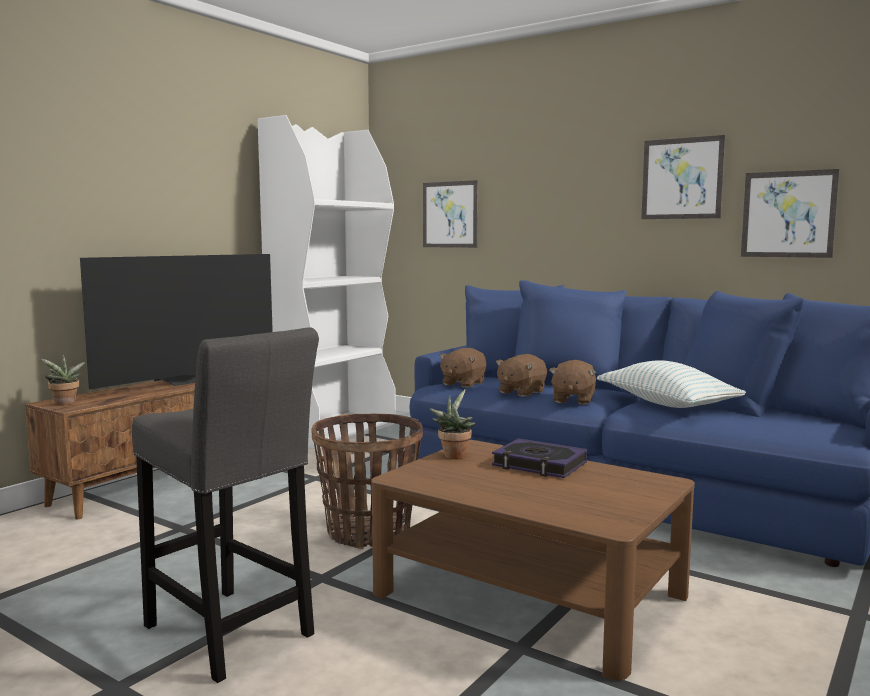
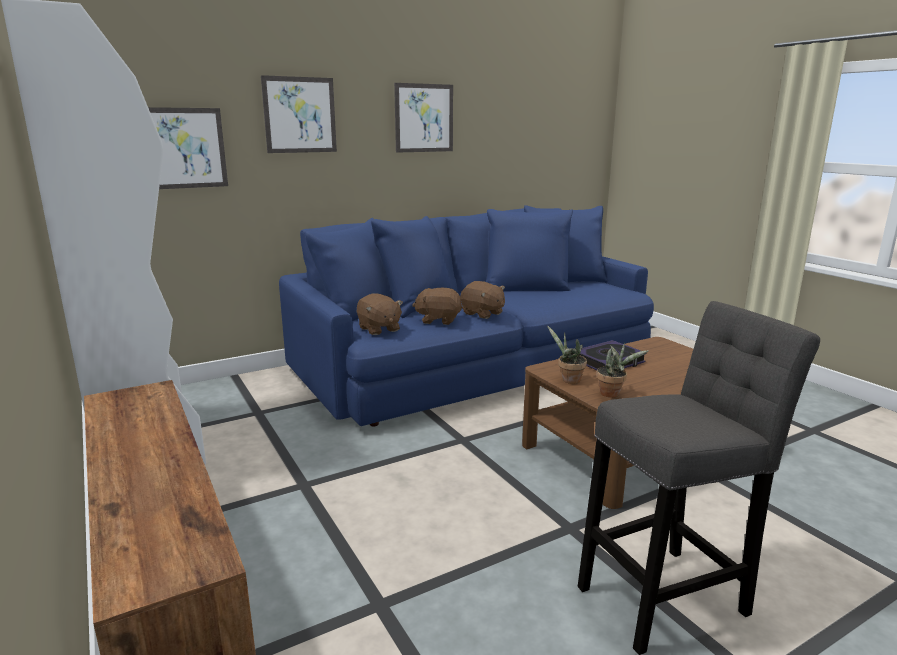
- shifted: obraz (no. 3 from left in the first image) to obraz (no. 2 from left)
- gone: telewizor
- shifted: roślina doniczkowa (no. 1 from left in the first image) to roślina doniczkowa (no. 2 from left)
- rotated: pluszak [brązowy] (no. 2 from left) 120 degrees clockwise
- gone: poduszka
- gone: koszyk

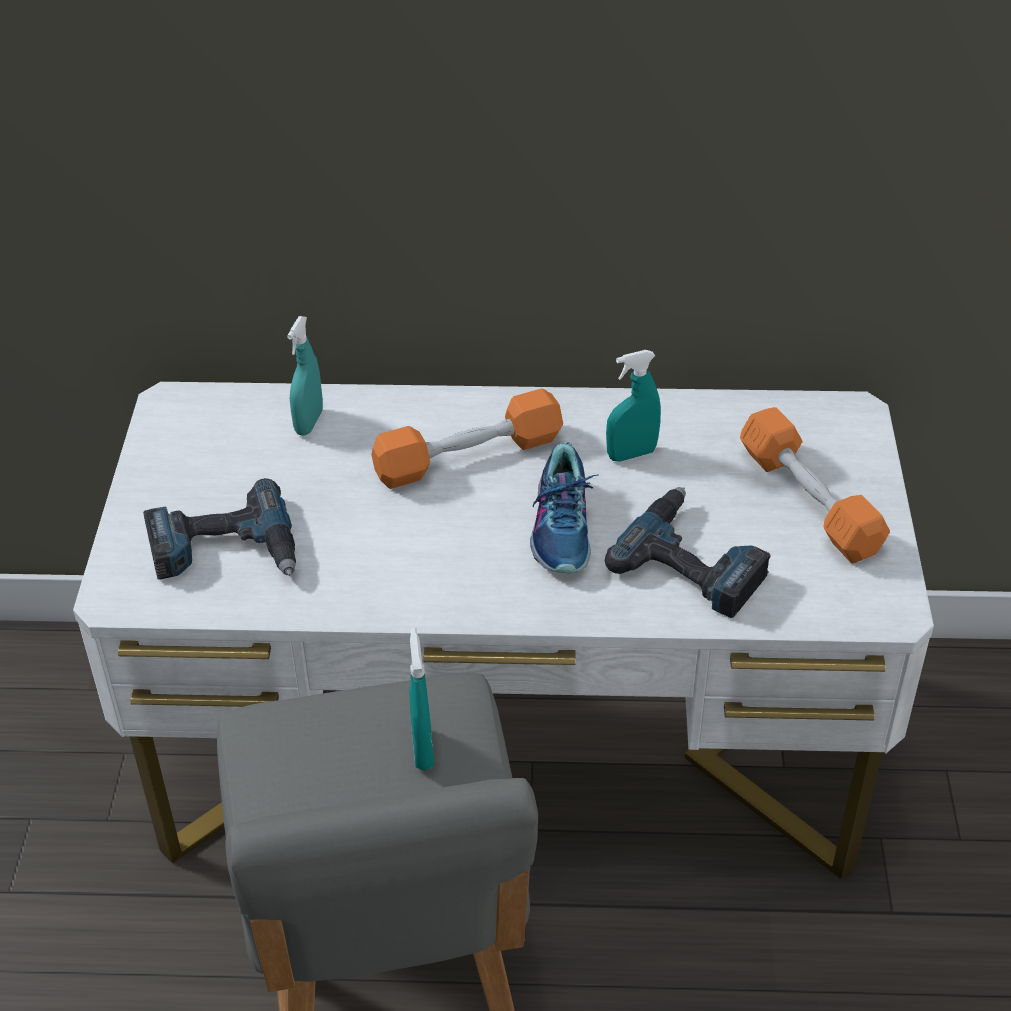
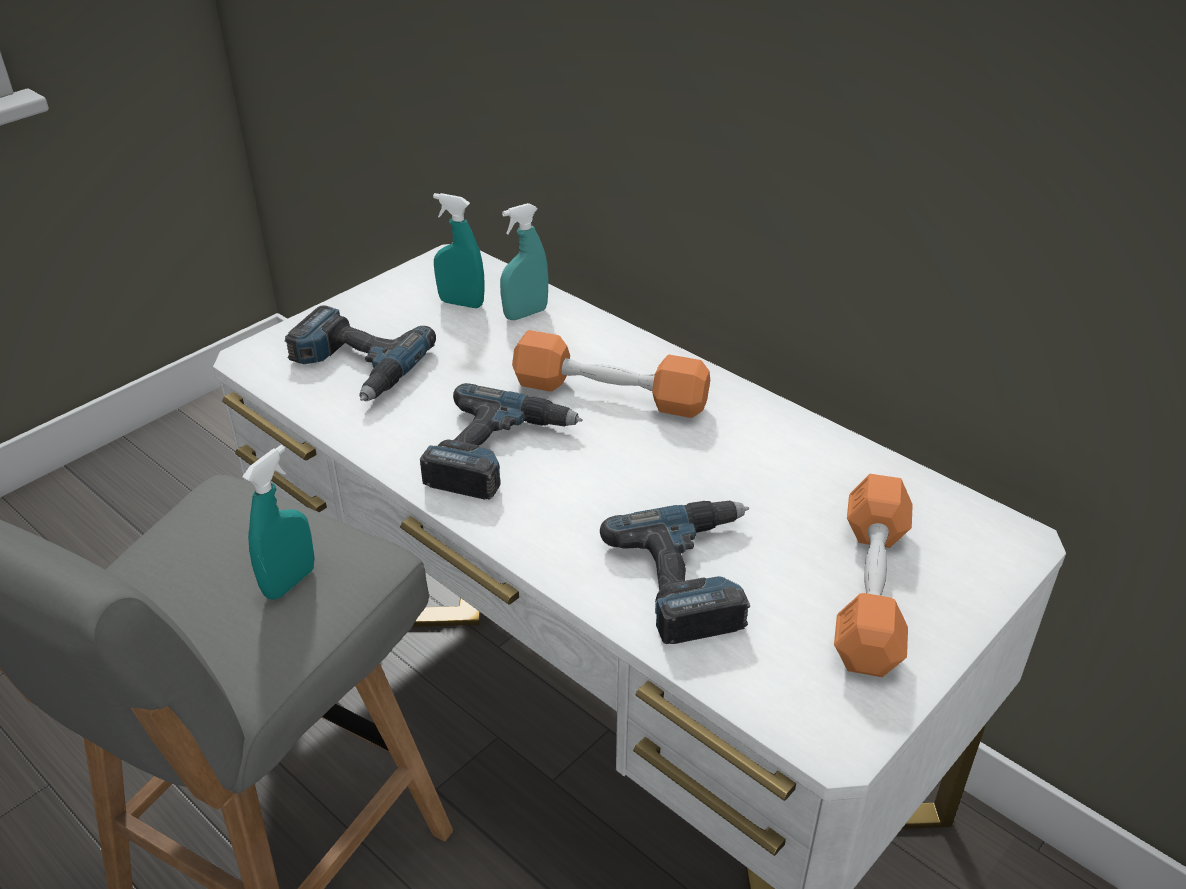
- shifted: spryskiwacz [turkusowy] (no. 3 from left in the first image) to spryskiwacz [turkusowy] (no. 2 from left)
- gone: but
- new: wiertarka (no. 2 from left)

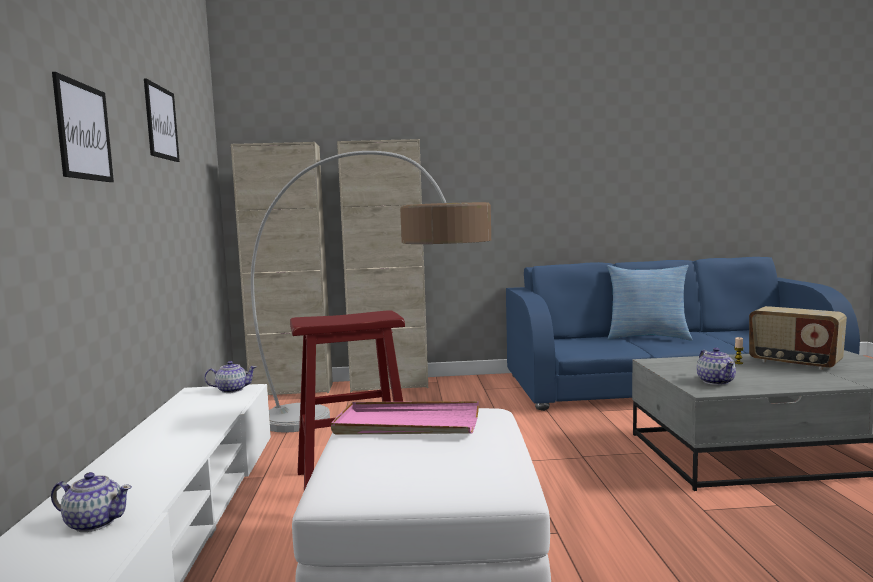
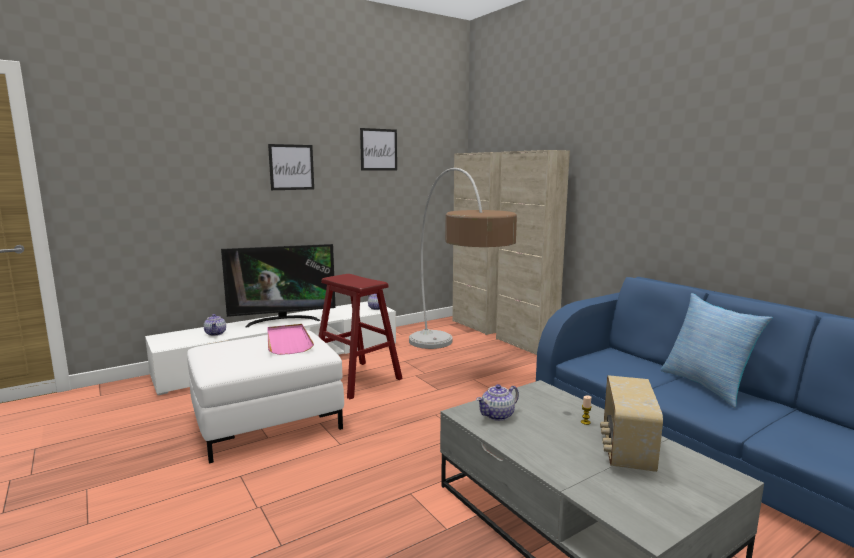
- new: telewizor

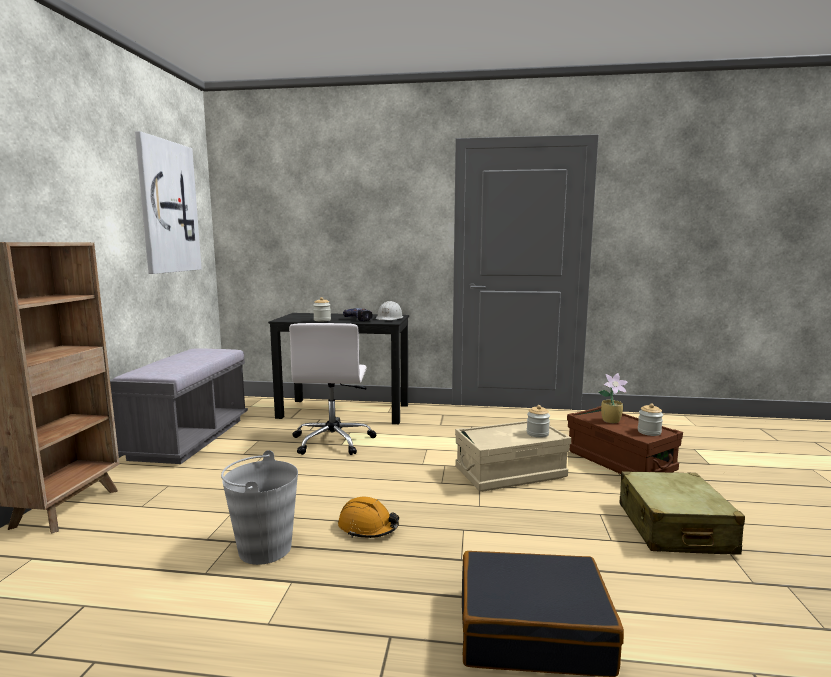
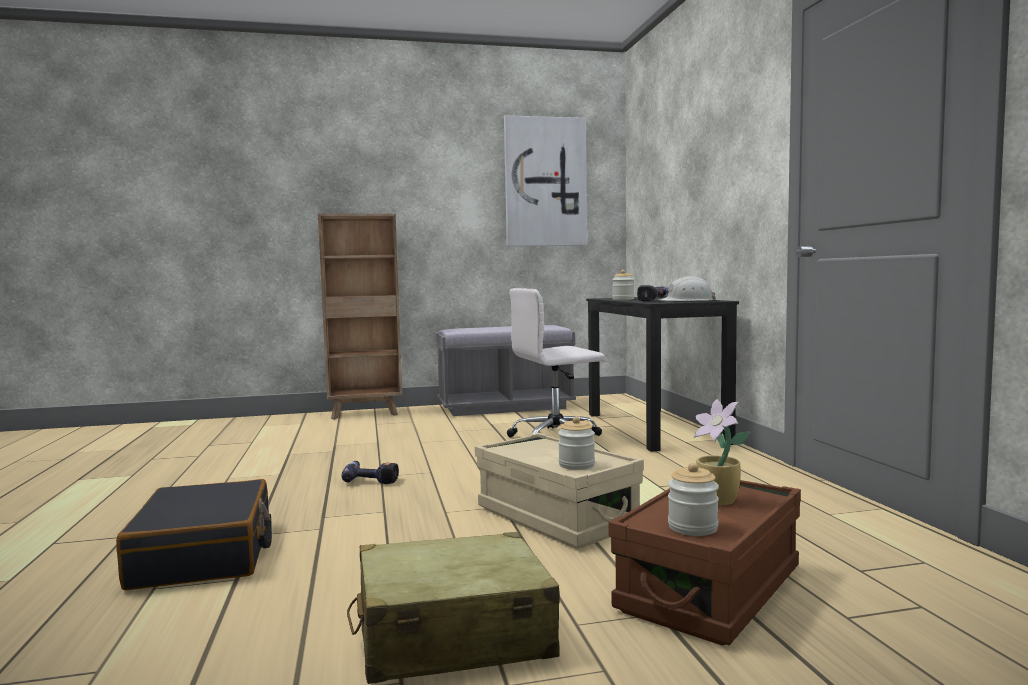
- gone: wiadro [szary]
- swapped: kask [pomarańczowy] to wiertarka (no. 1 from left)

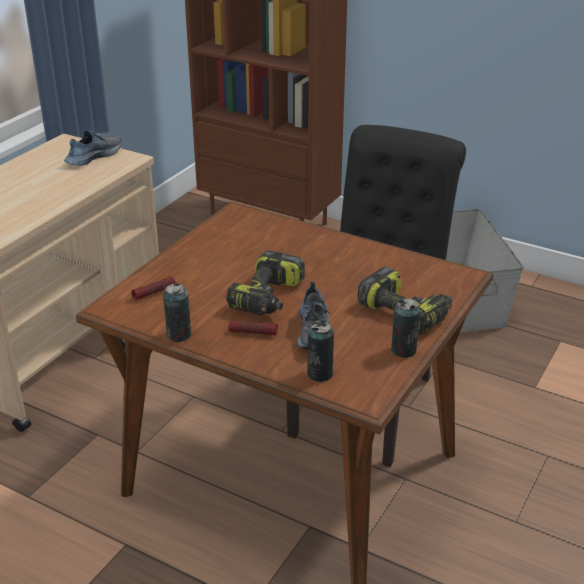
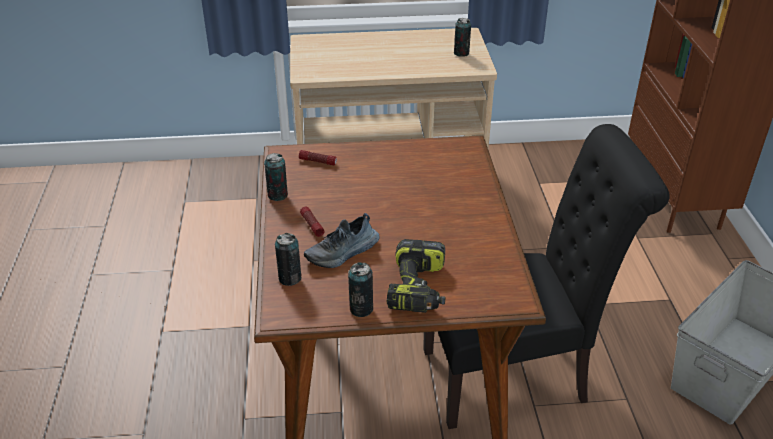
- swapped: but (no. 1 from left) to puszka (no. 4 from left)
- gone: wiertarka (no. 1 from left)

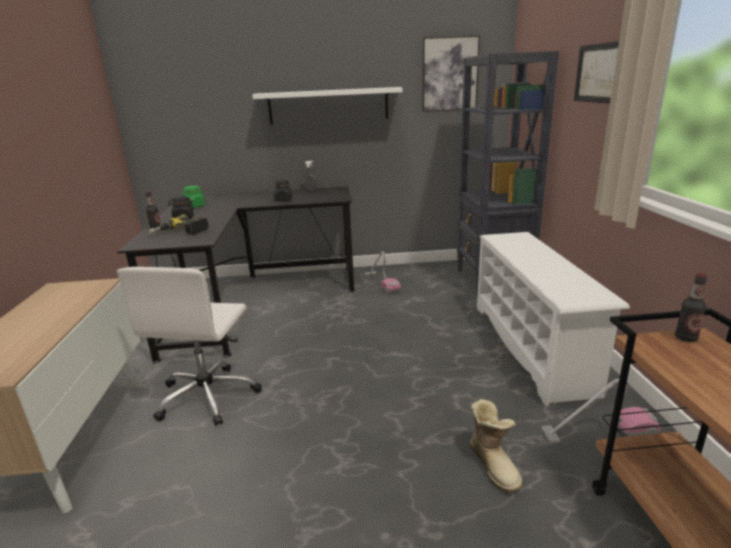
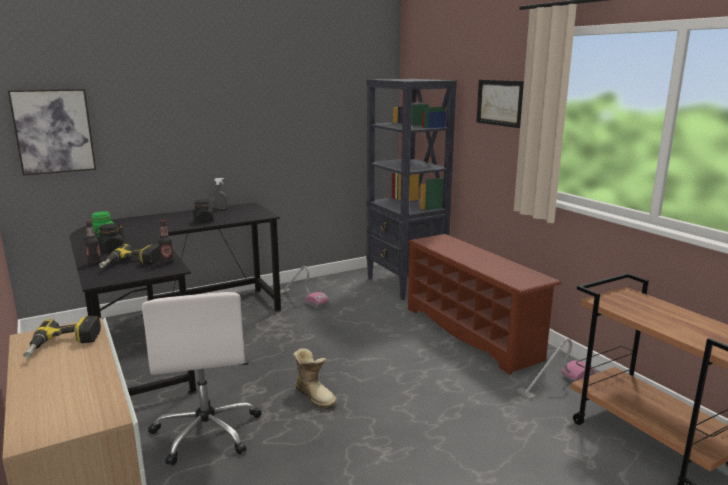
- shifted: obraz (no. 1 from left)
- gone: półka [biały]
- repainted: regał na buty [biały] to regał na buty [brązowy]
- shifted: butelka (no. 2 from left)
- shifted: but z cholewką
- new: wiertarka (no. 1 from left)

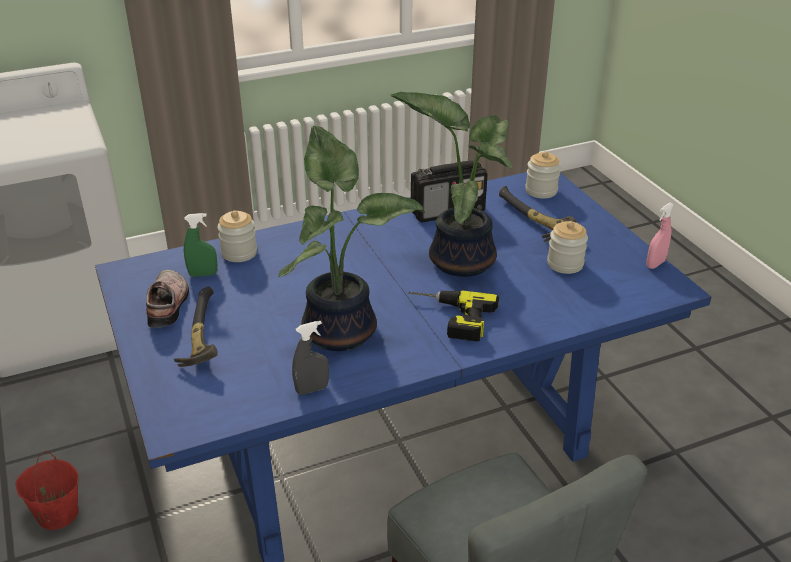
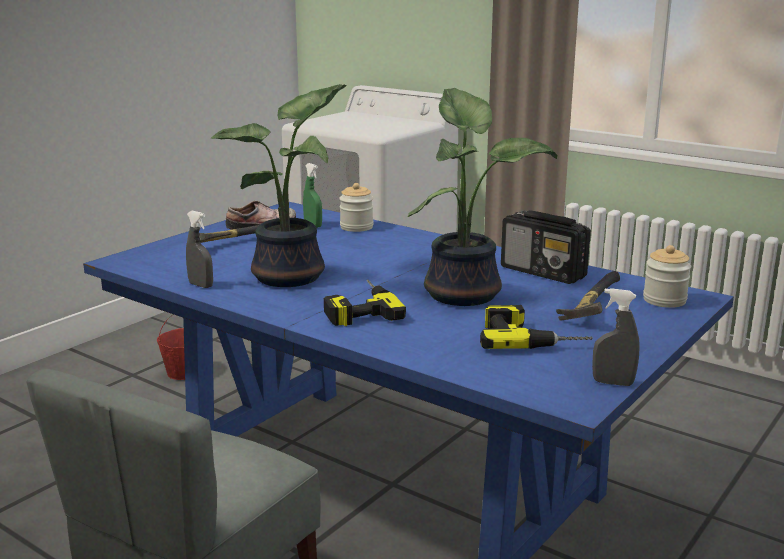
- repainted: spryskiwacz [różowy] to spryskiwacz [szary] (no. 2 from left)
- swapped: słoik (no. 3 from left) to wiertarka (no. 2 from left)

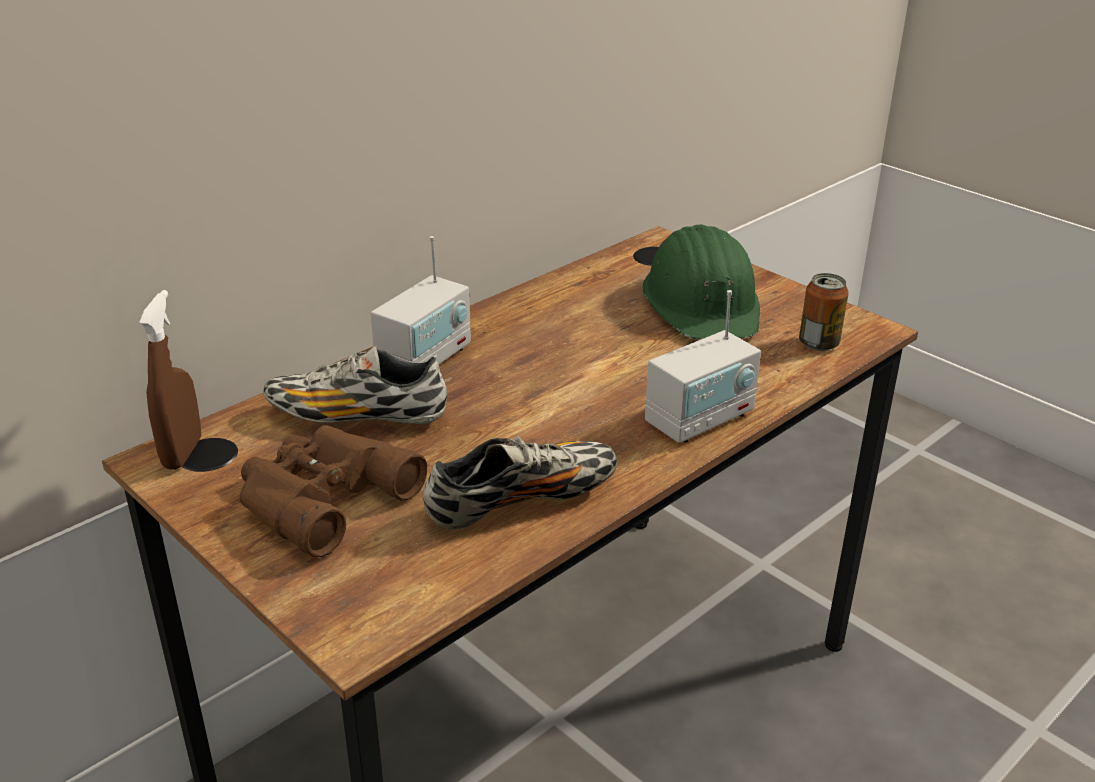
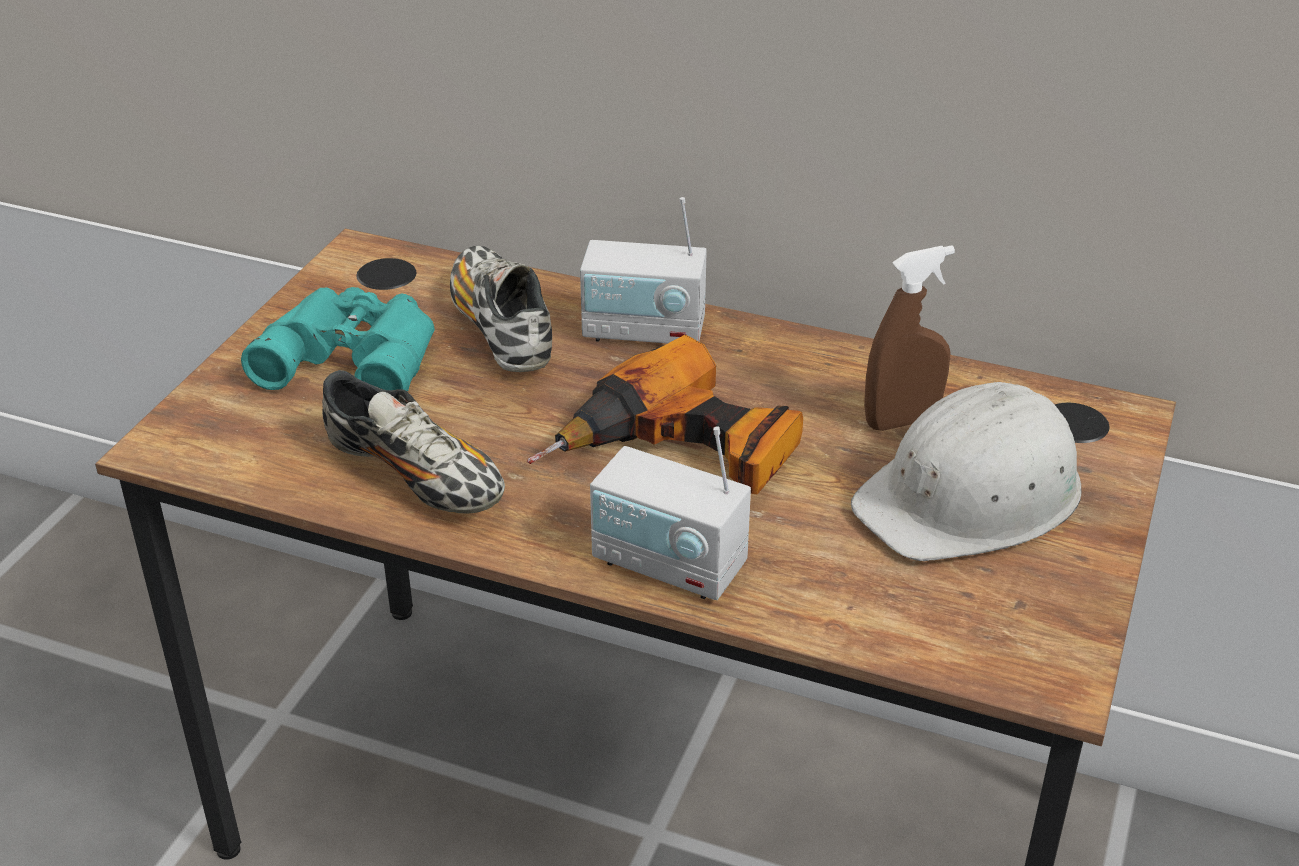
- repainted: kask [zielony] to kask [biały]
- gone: puszka
- shifted: spryskiwacz [brązowy]
- repainted: lornetka [brązowy] to lornetka [turkusowy]
- new: wiertarka

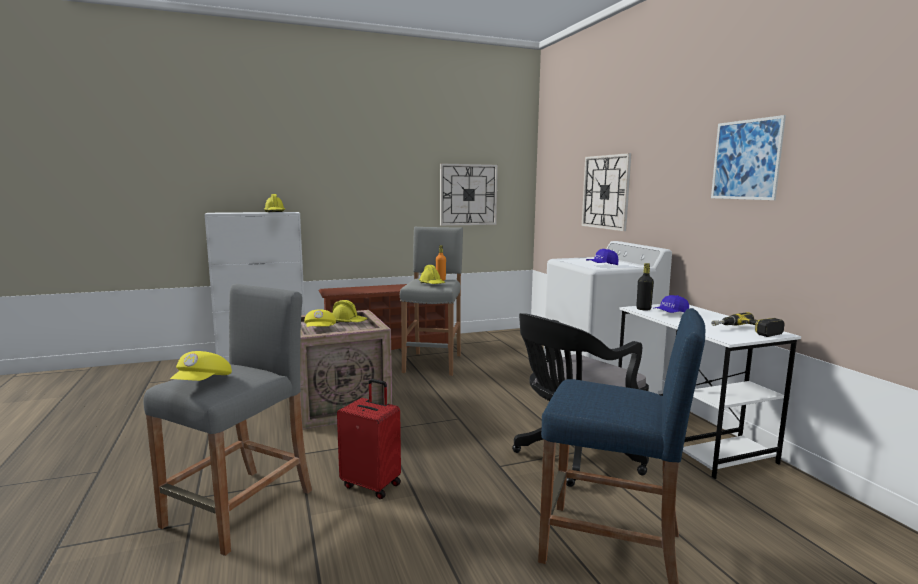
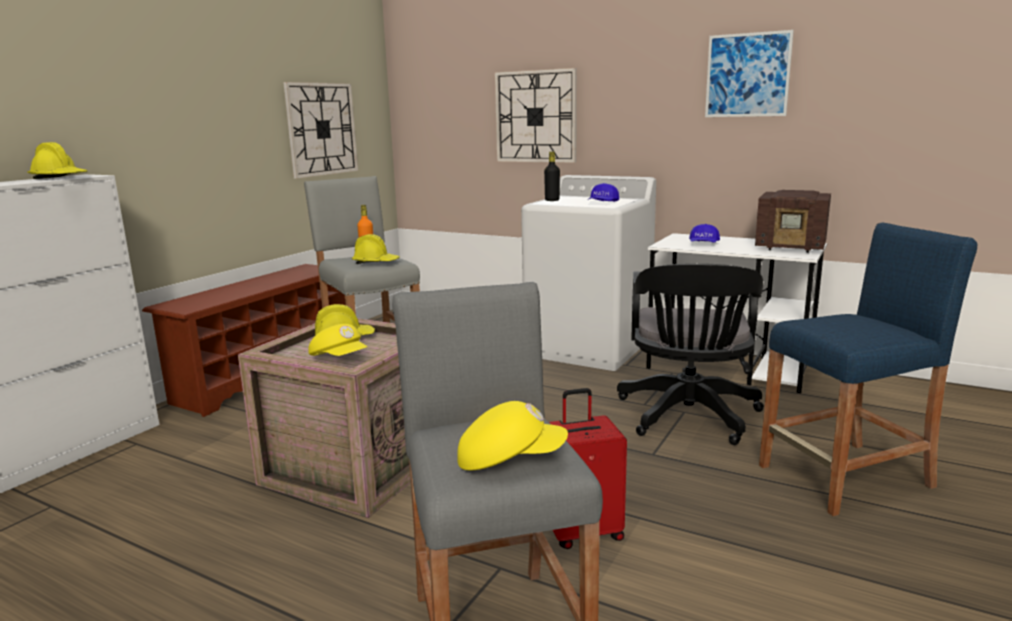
- shifted: butelka [czarny]
- swapped: wiertarka to radio
- rotated: czapka z daszkiem [żółty] (no. 1 from left in the first image) 60 degrees counterclockwise

